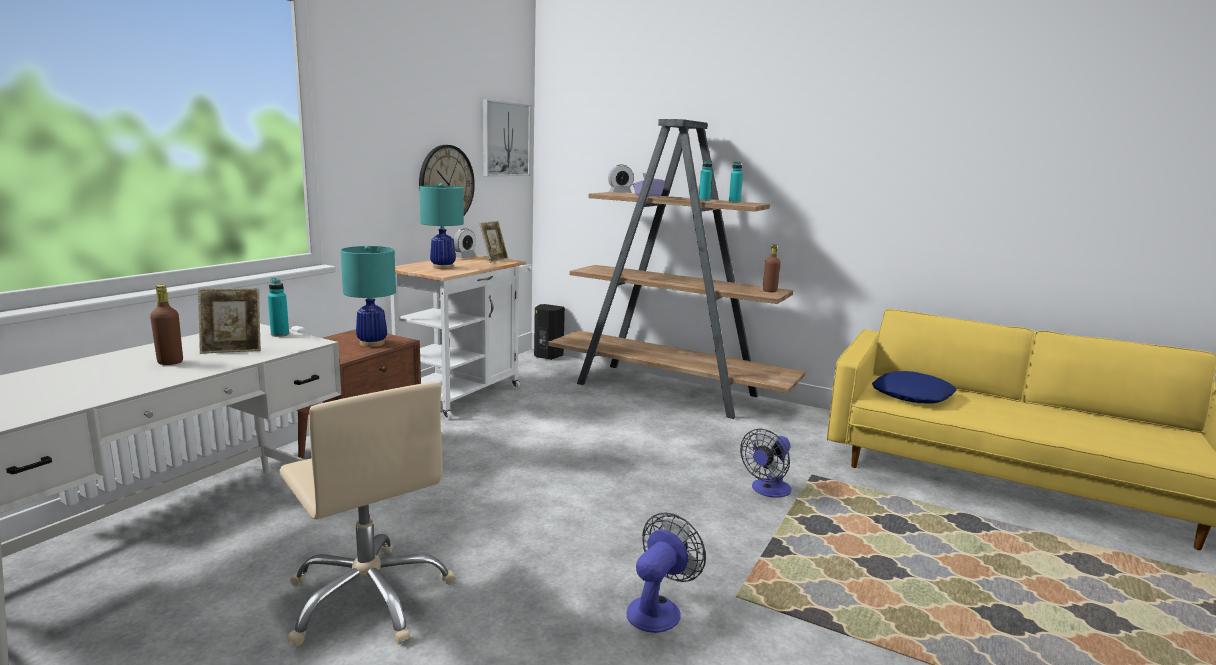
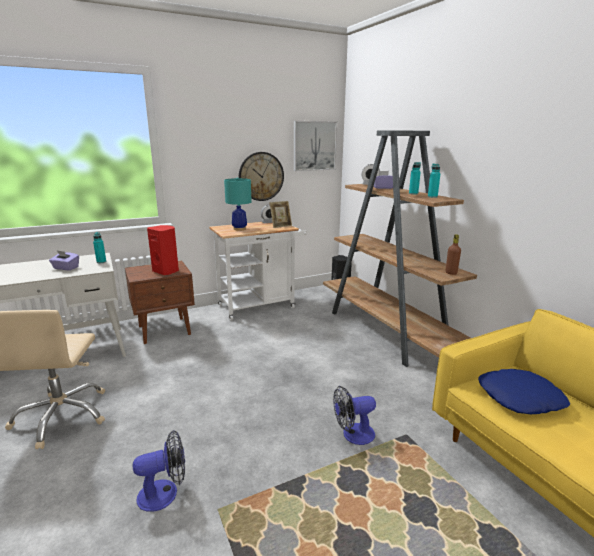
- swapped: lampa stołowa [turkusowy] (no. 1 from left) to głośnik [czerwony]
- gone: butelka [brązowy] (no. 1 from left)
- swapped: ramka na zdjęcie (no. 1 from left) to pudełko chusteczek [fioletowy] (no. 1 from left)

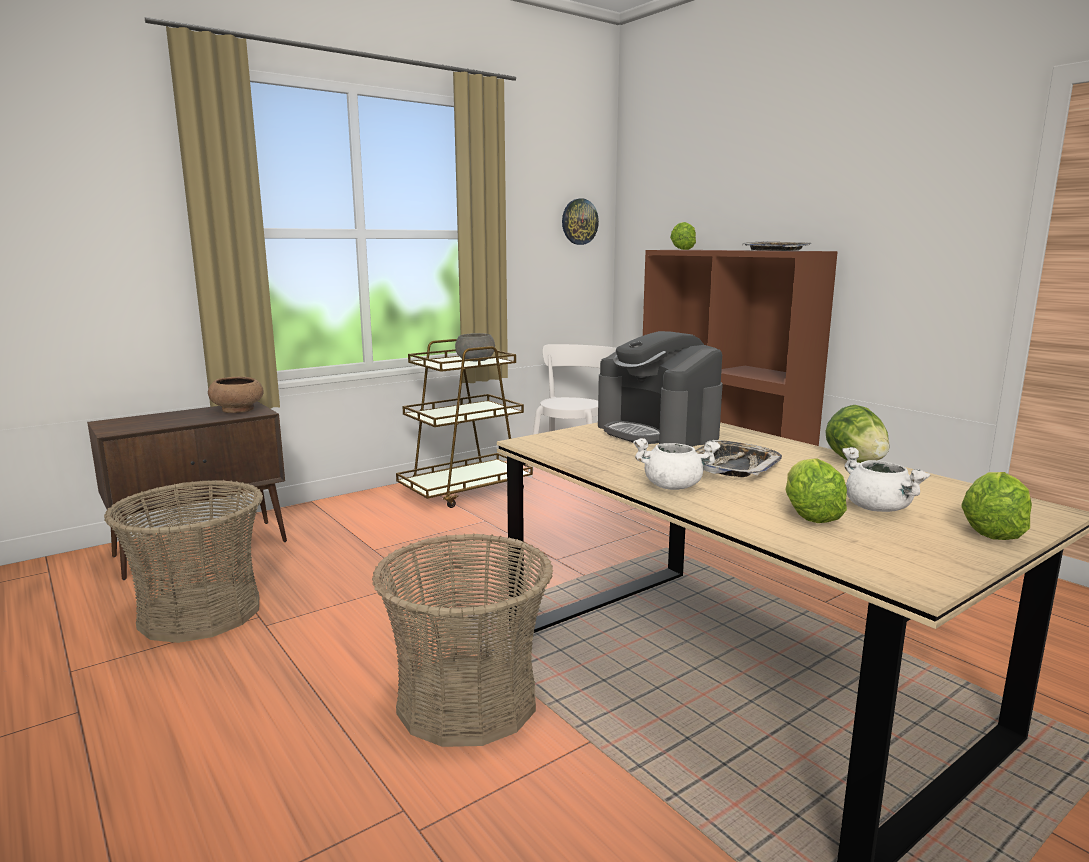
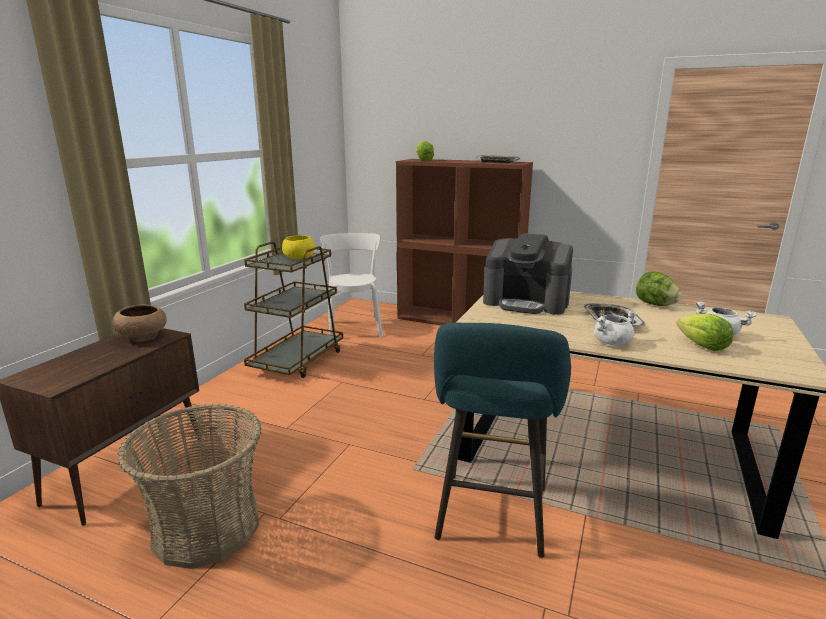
- gone: zegar ścienny
- repainted: miska [szary] to miska [żółty]
- gone: sałata (no. 4 from left)
- swapped: koszyk (no. 2 from left) to stołek [turkusowy]

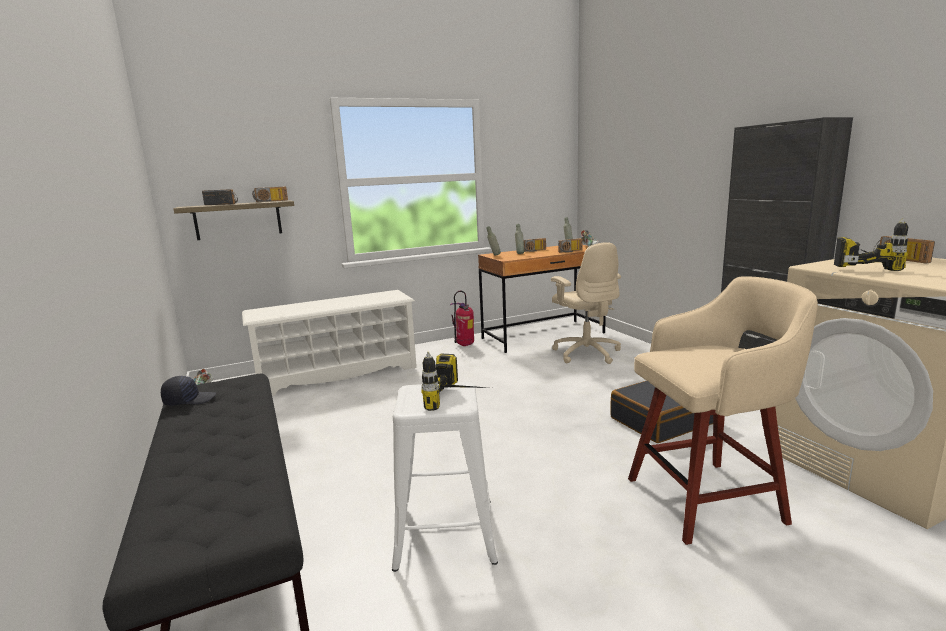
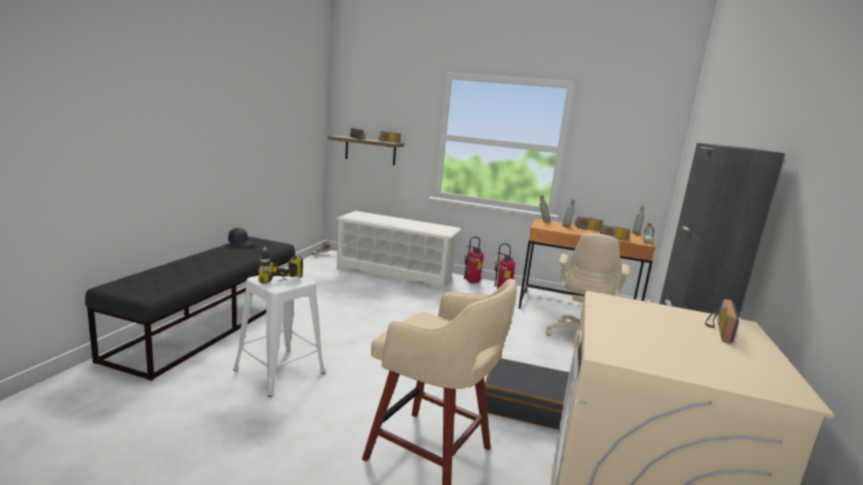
- gone: wiertarka (no. 2 from left)
- new: gaśnica (no. 1 from left)

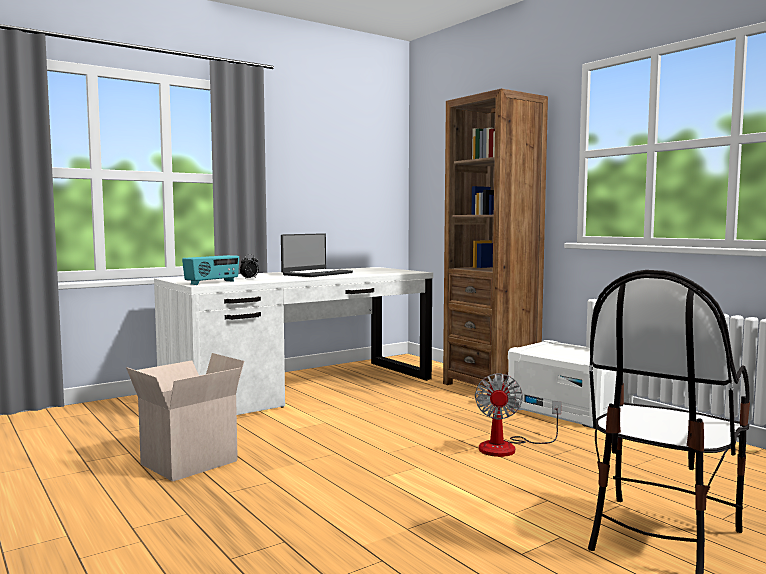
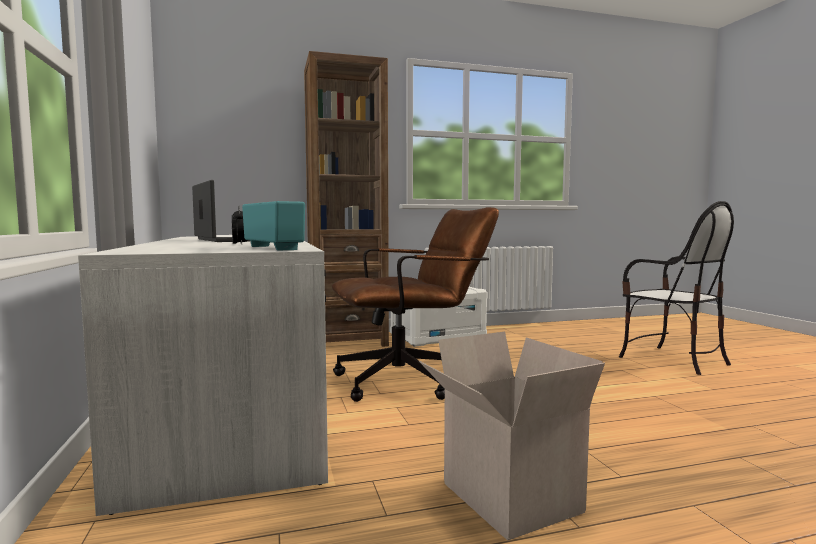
- gone: wentylator
- new: krzesło biurowe [brązowy]

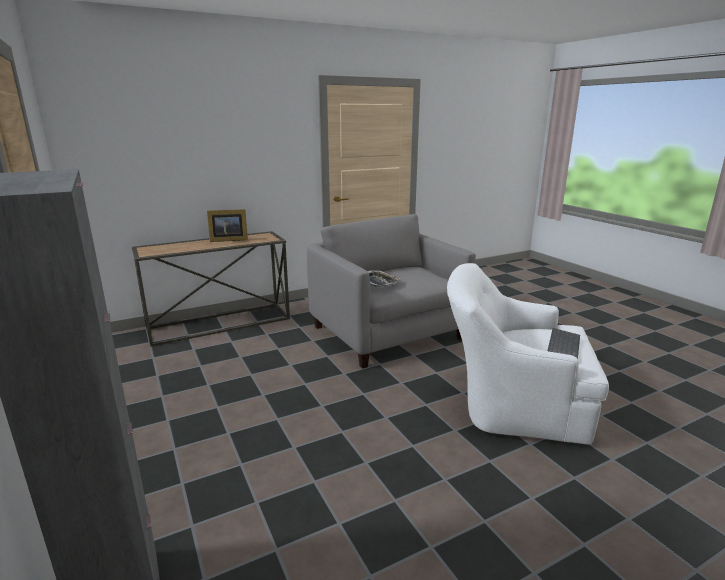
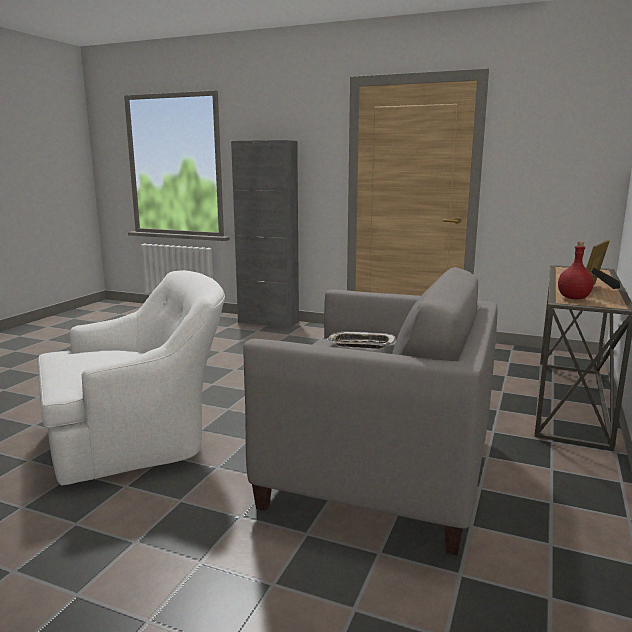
- gone: klawiatura
- new: butelka [czerwony]

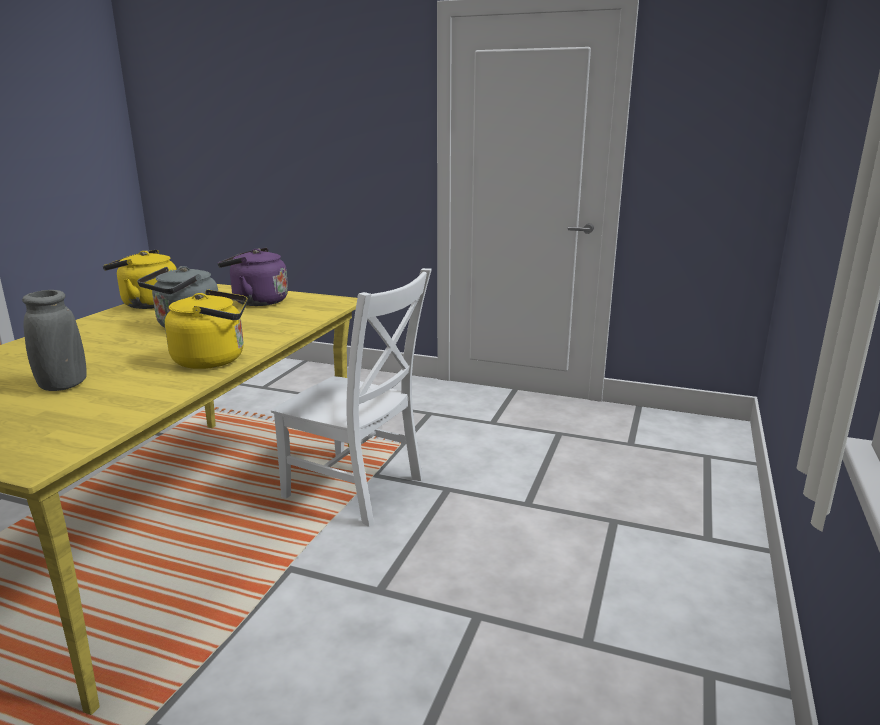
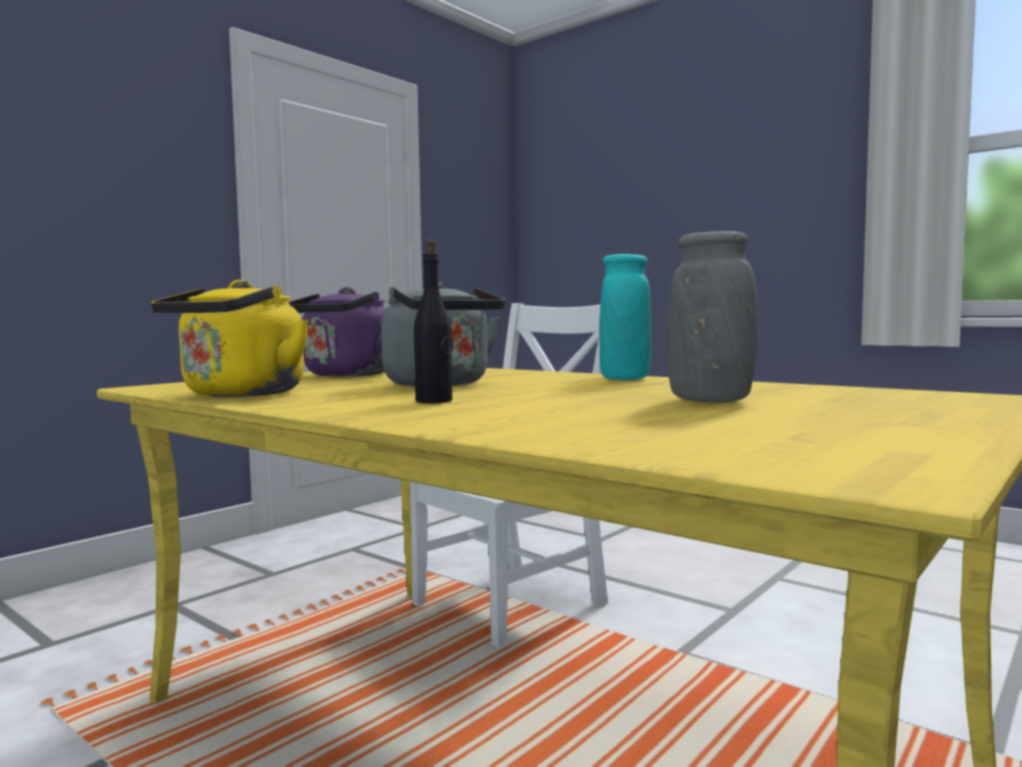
- swapped: czajnik [żółty] (no. 2 from left) to wazon [turkusowy]
- new: butelka [czarny]

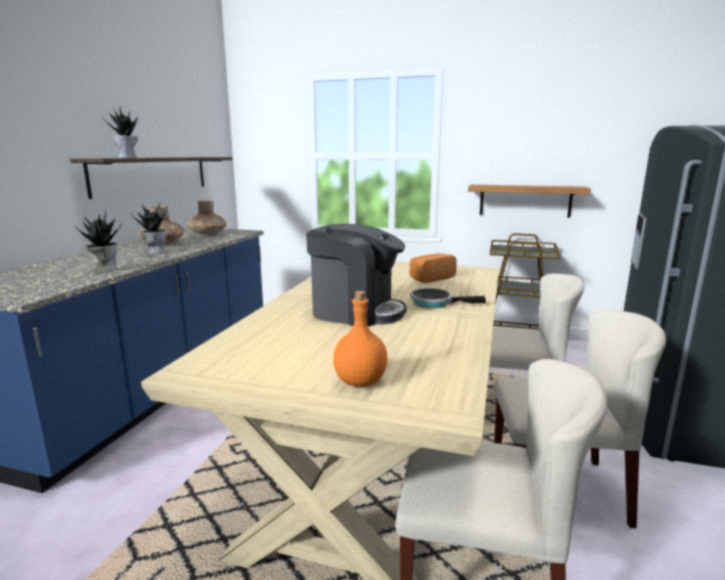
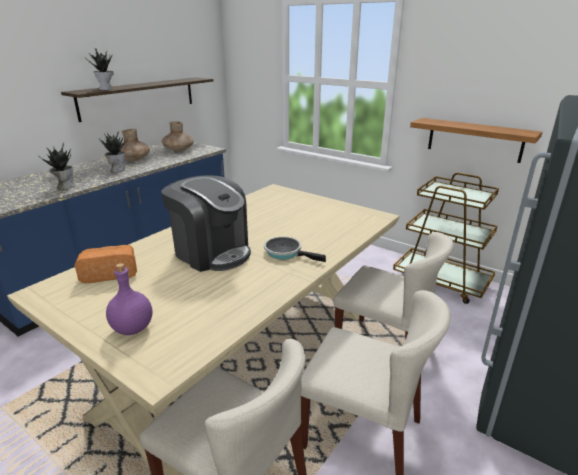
- shifted: chleb
- repainted: butelka [pomarańczowy] to butelka [fioletowy]

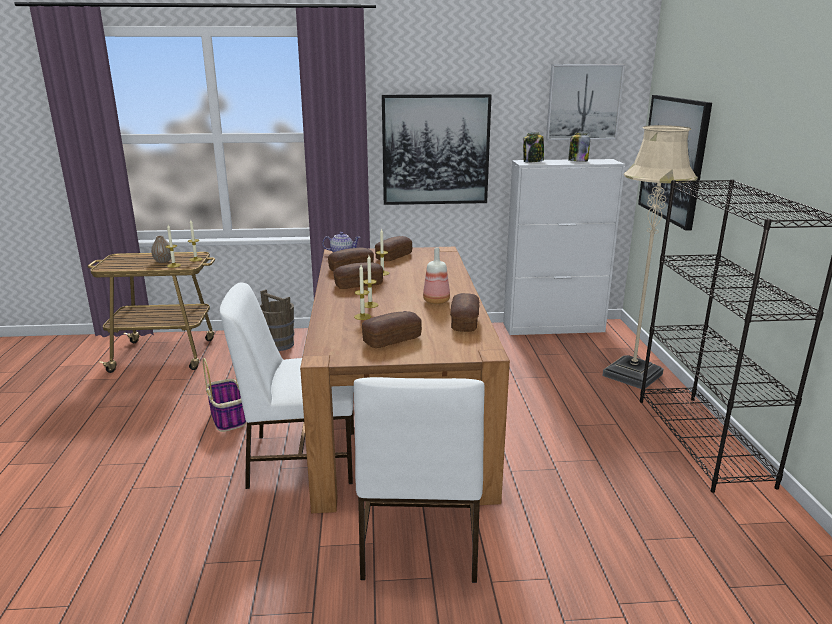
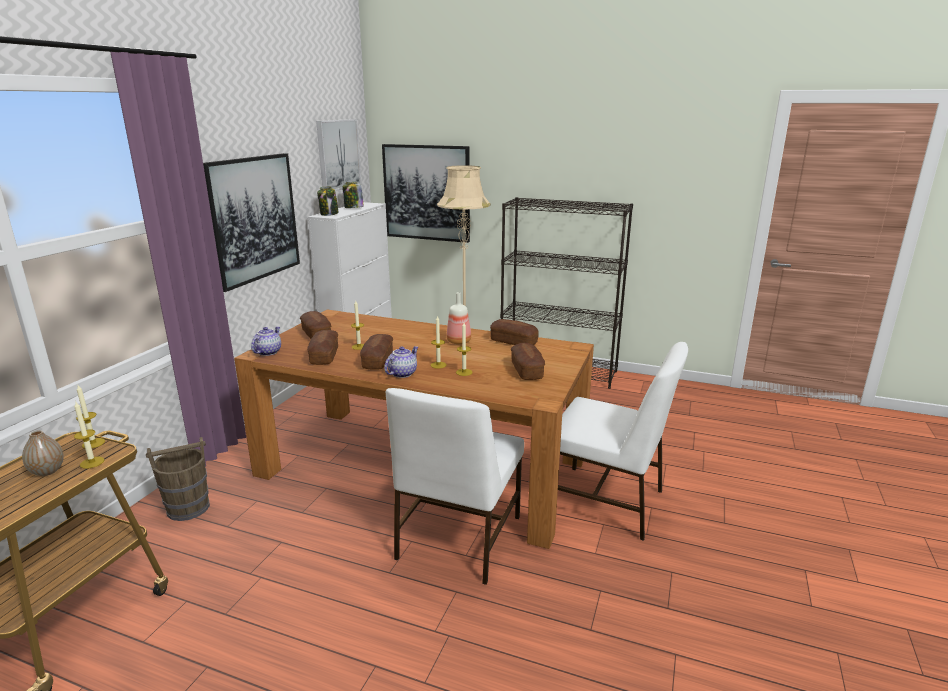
- gone: koszyk
- new: imbryk (no. 2 from left)

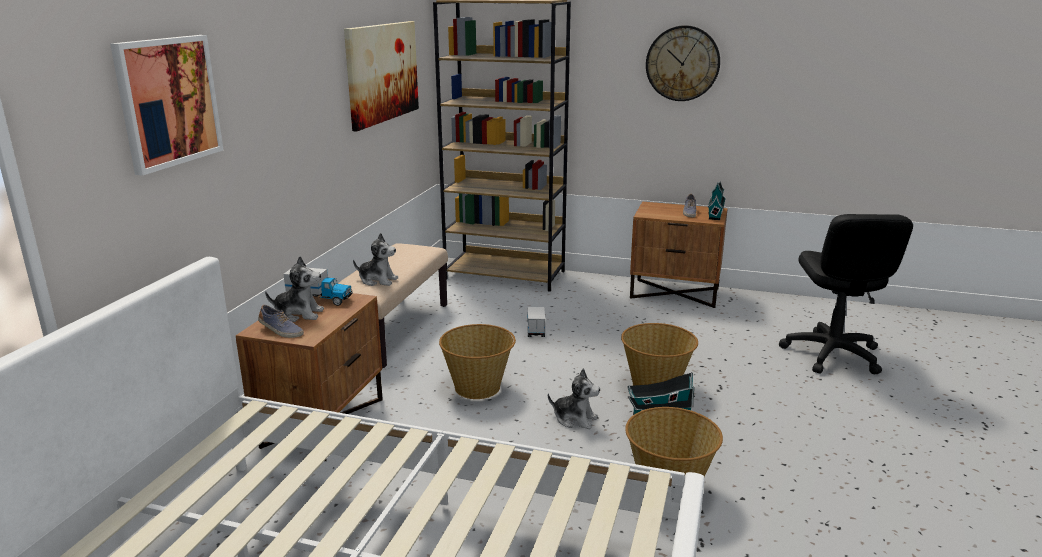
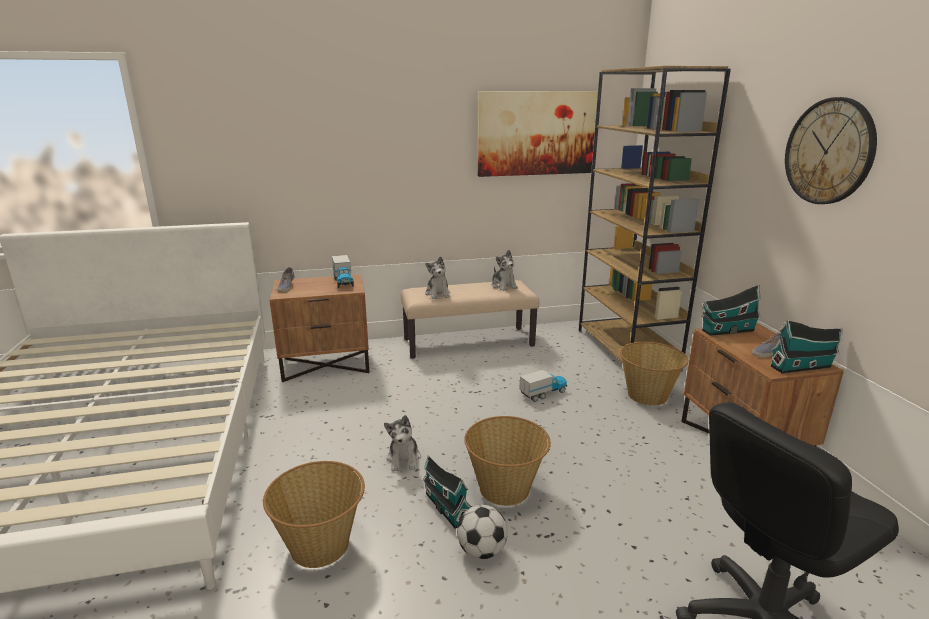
- gone: obraz (no. 1 from left)
- shifted: pluszak (no. 1 from left in the first image) to pluszak (no. 3 from left)
- shifted: koszyk (no. 1 from left in the first image) to koszyk (no. 3 from left)
- new: domek (no. 2 from left)
- new: piłka futbolowa

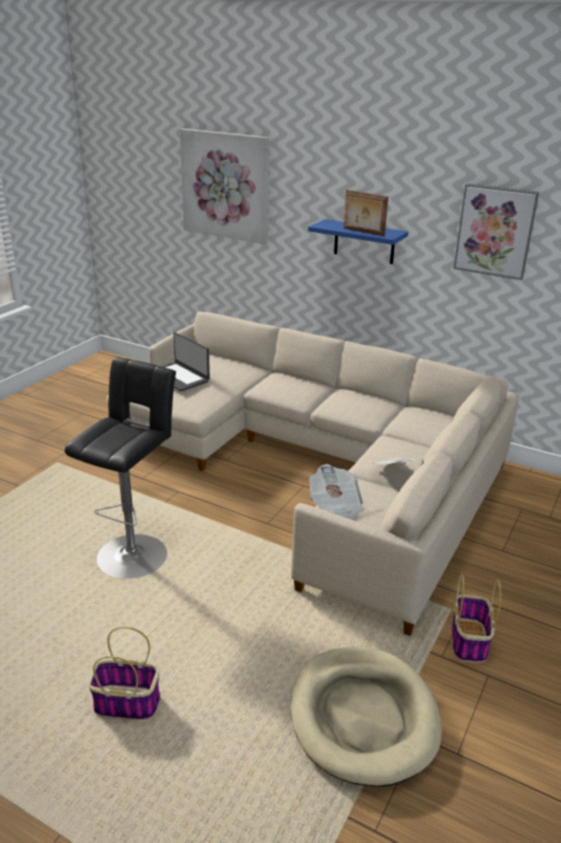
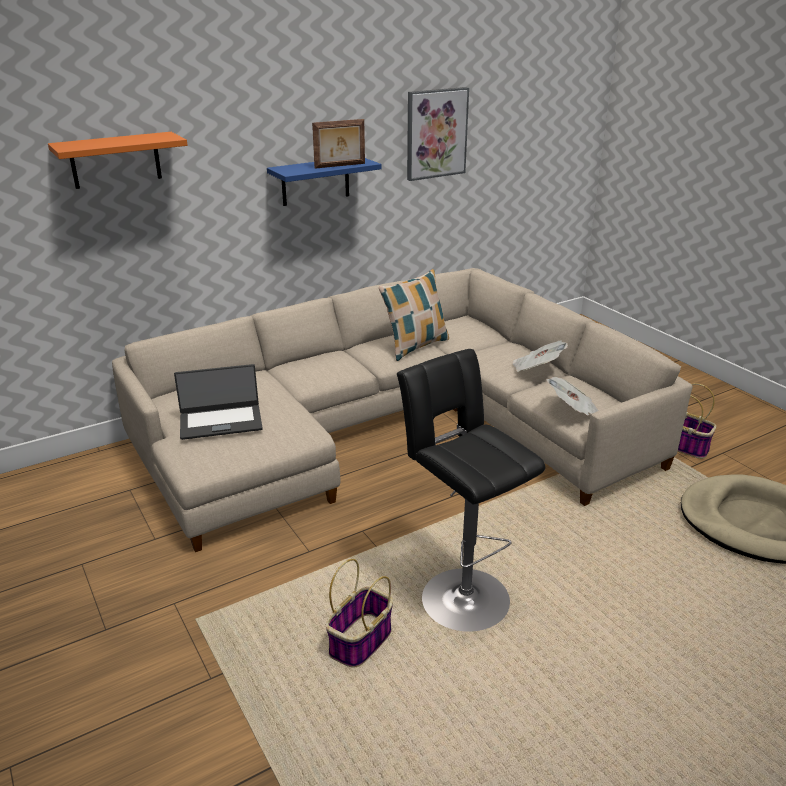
- swapped: obraz (no. 1 from left) to półka [pomarańczowy]
- shifted: koszyk (no. 1 from left)
- new: poduszka

